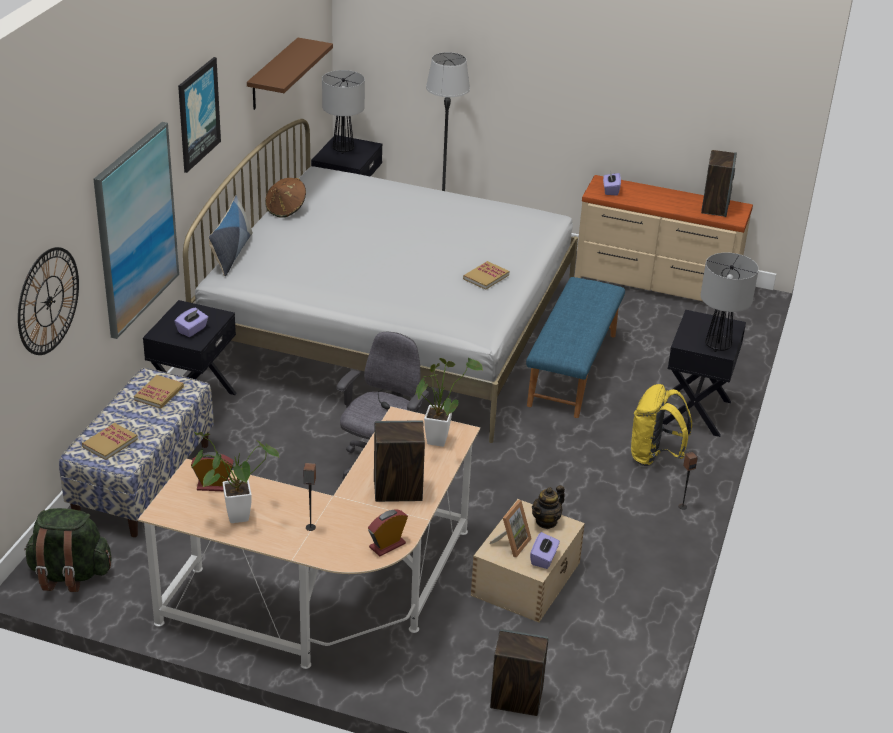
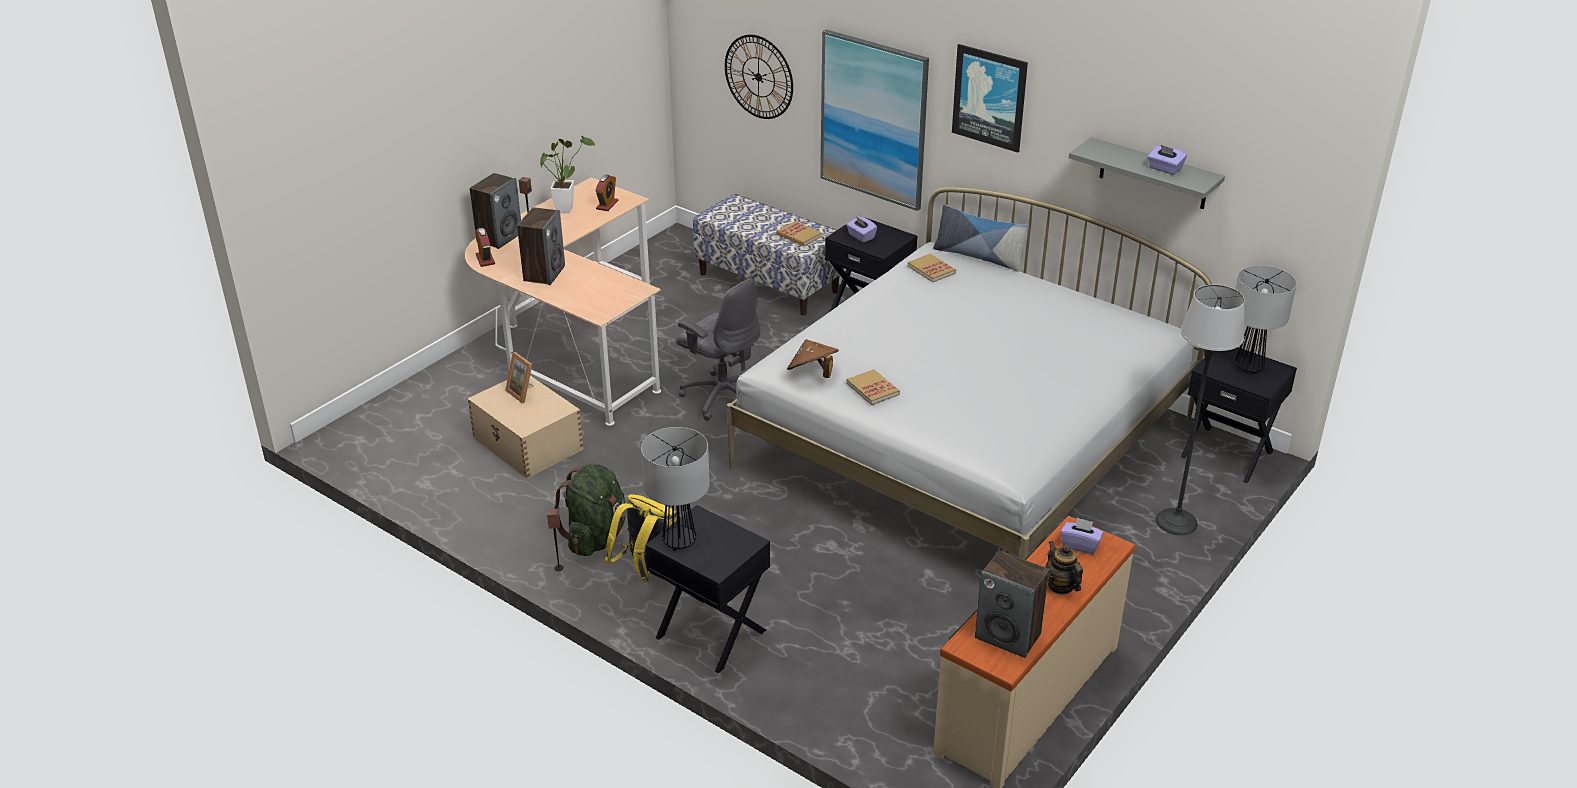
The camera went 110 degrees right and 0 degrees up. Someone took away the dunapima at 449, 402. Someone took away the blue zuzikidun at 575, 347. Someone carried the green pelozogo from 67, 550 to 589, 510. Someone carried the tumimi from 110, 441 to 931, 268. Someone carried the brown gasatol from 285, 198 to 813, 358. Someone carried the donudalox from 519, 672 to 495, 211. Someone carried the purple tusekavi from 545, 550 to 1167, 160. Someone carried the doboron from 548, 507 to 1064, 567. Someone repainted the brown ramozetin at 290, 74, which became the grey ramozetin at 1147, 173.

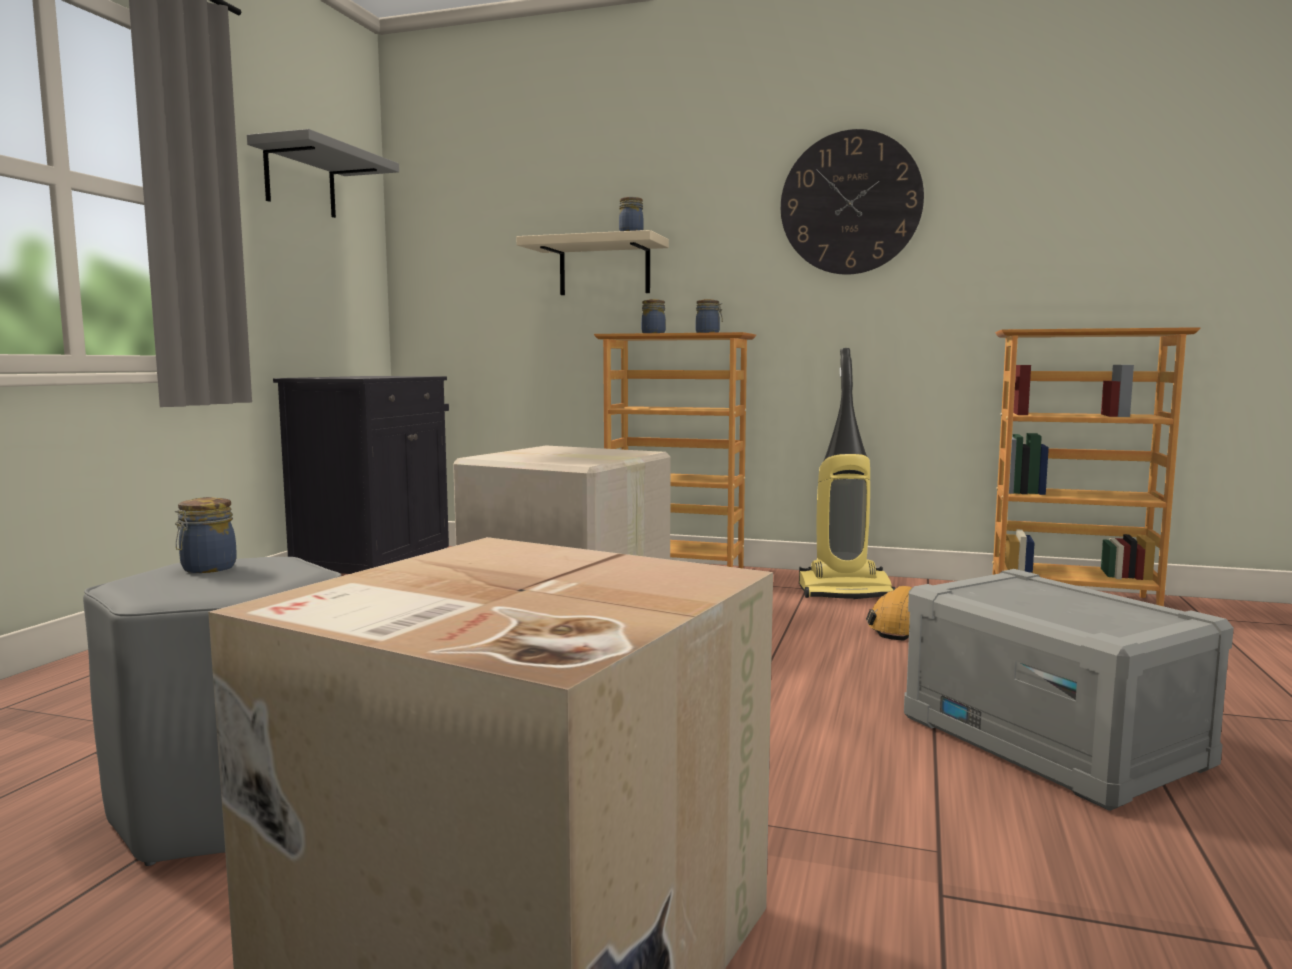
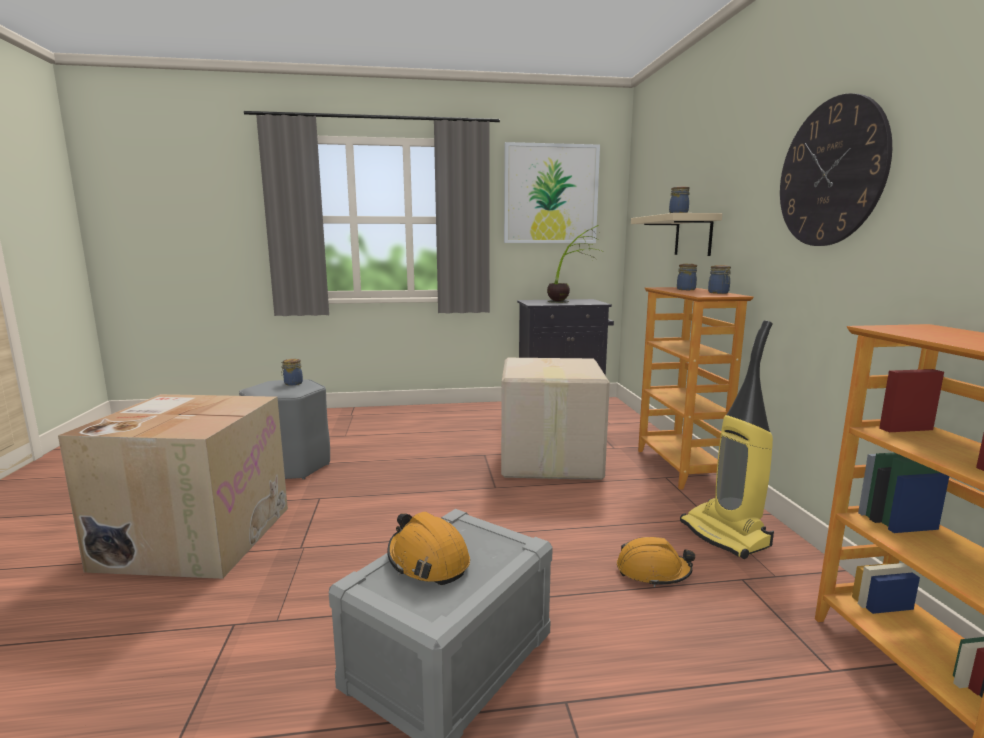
The camera went 65 degrees right and 5 degrees up. Someone put down the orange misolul at 428, 548. Someone put down the dunapima at 575, 264. Someone swapped the grey ramozetin at 323, 173 for the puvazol at 552, 192.

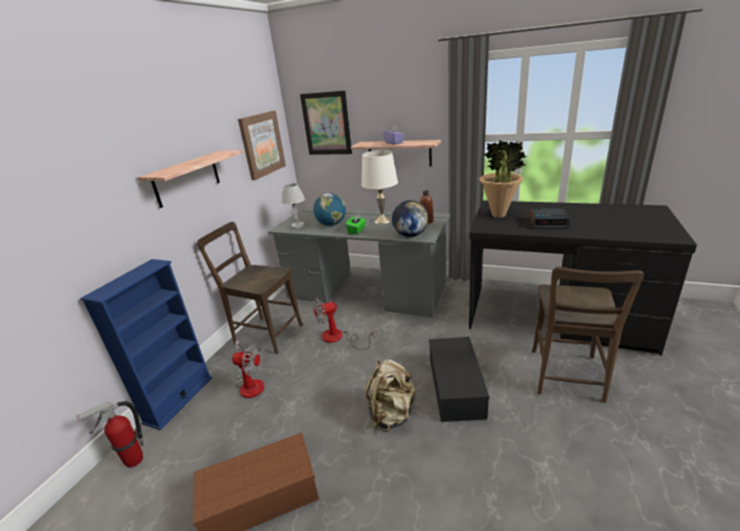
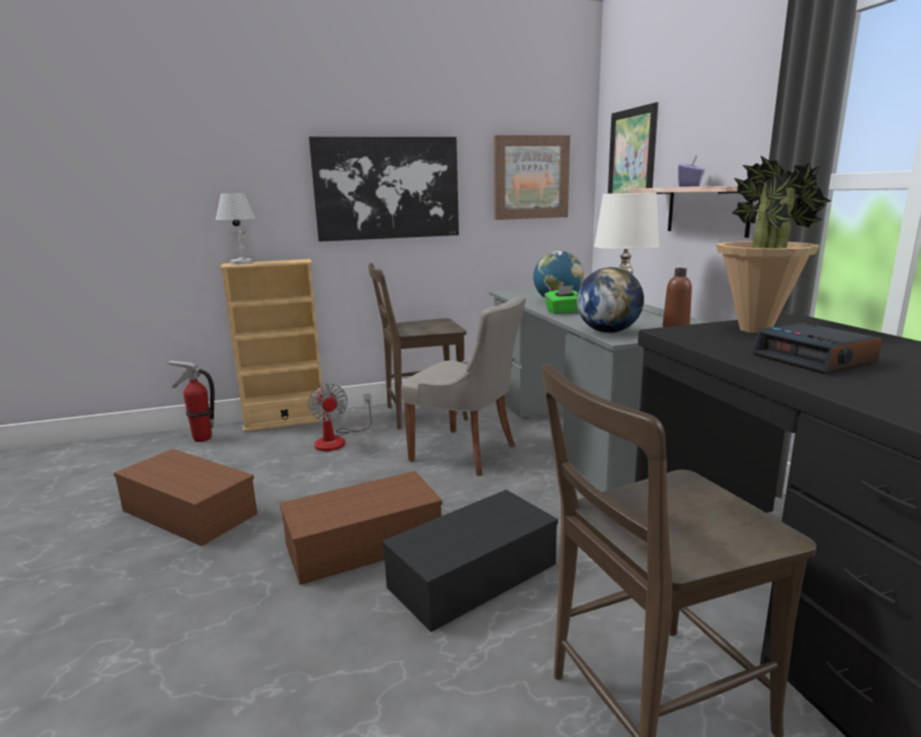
The camera went 50 degrees right and 10 degrees down. Someone carried the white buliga from 293, 206 to 235, 229. Someone swapped the ramozetin at 190, 179 for the puvazol at 384, 189. Someone swapped the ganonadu at 343, 324 for the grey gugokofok at 463, 386. Someone swapped the beige pelozogo at 391, 395 for the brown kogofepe at 361, 528. Someone repainted the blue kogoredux at 146, 344, which became the beige kogoredux at 271, 345. Someone rotated the brown gugokofok at 250, 288 by 90 degrees counterclockwise.

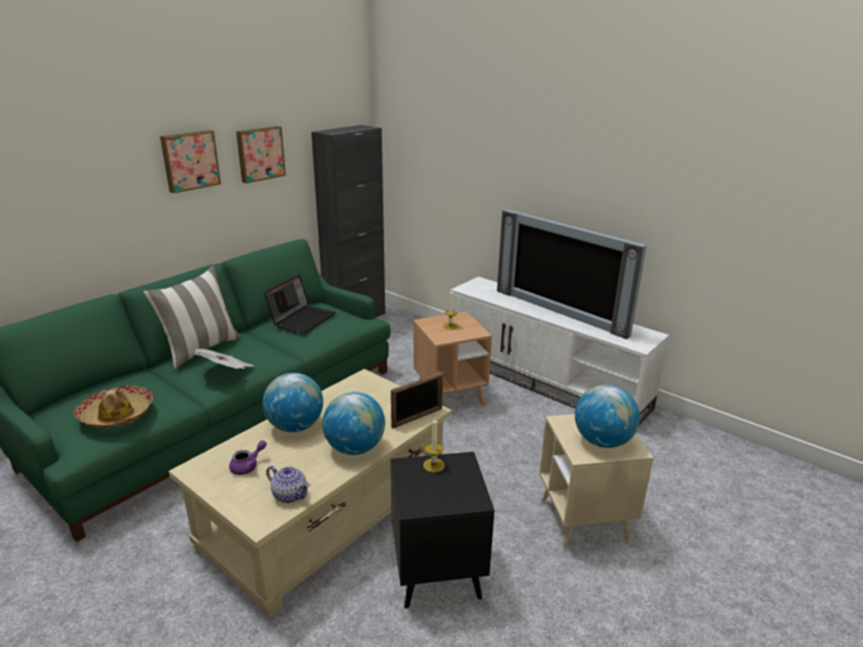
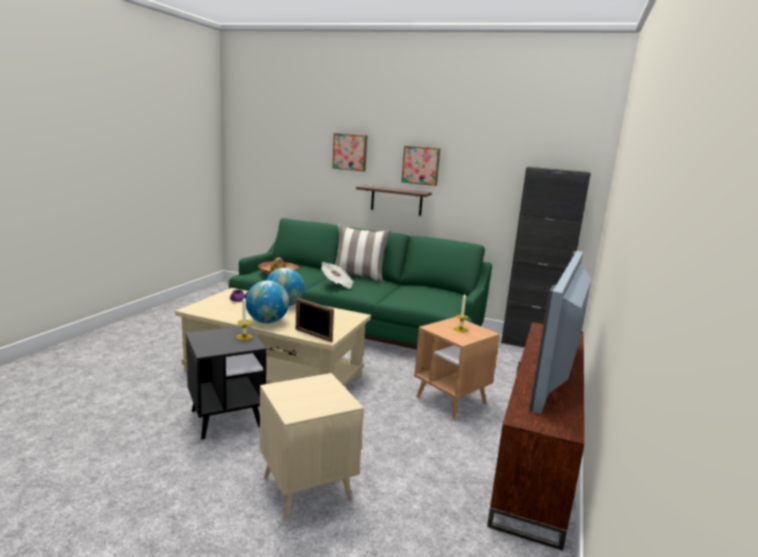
The camera went 70 degrees right and 10 degrees down. Someone took away the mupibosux at 300, 304. Someone took away the doboron at 288, 484. Someone took away the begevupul at 607, 416. Someone put up the ramozetin at 394, 200. Someone carried the puvazol from 261, 154 to 349, 152. Someone repainted the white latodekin at 559, 351, which became the brown latodekin at 535, 436.

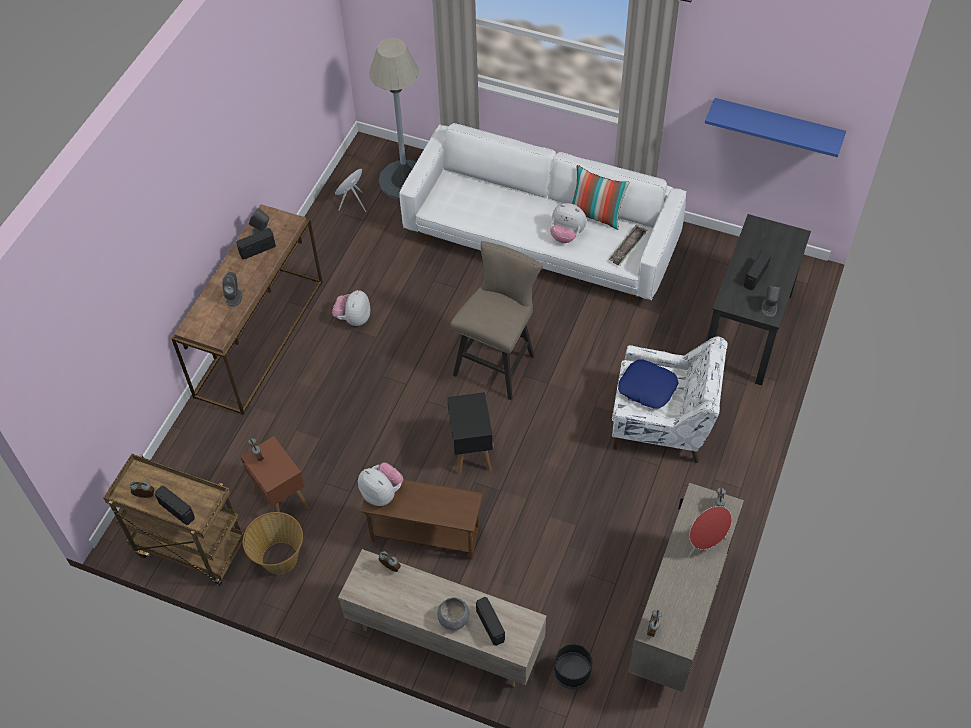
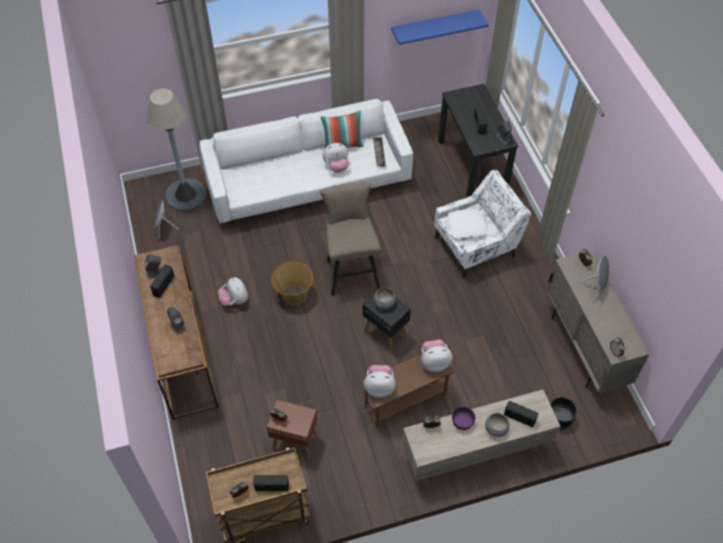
The camera went 40 degrees left and 0 degrees up. Someone put down the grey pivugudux at 385, 298. Someone put down the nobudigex at 436, 356. Someone put down the purple pivugudux at 463, 418. Someone carried the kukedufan from 273, 543 to 292, 283. Someone repainted the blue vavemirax at 648, 384, which became the white vavemirax at 467, 224. Someone repainted the red donudalox at 710, 532, which became the grey donudalox at 594, 278.

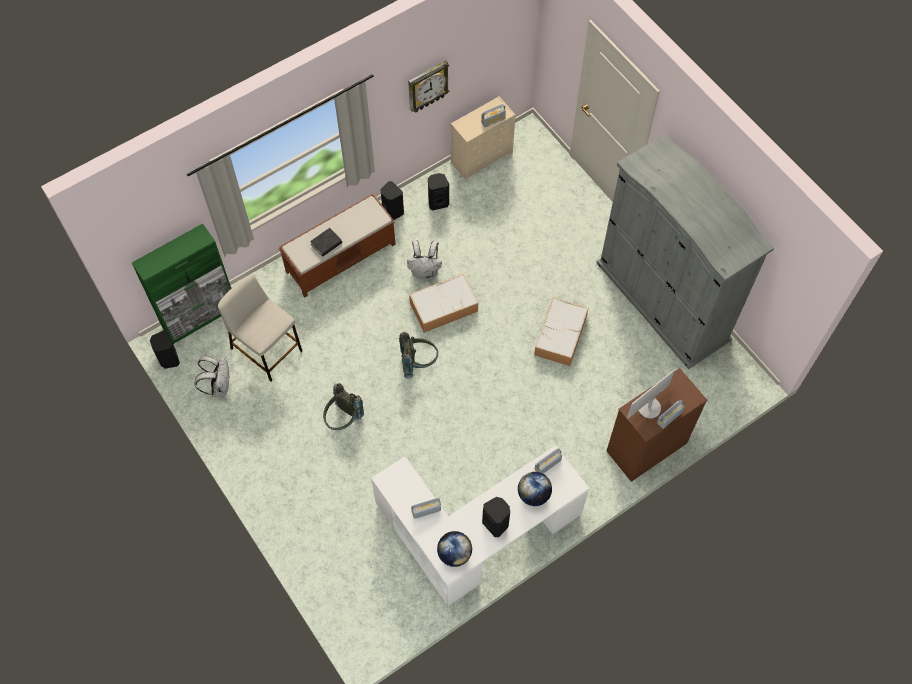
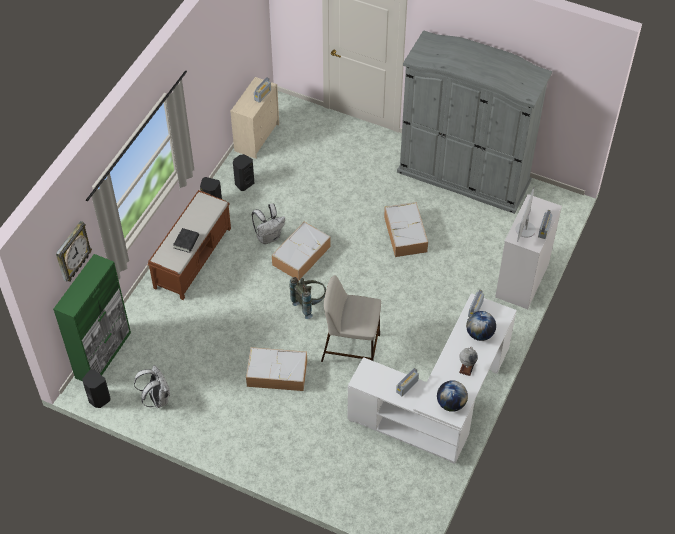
The camera went 30 degrees left and 10 degrees down. Someone carried the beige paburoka from 260, 328 to 351, 319. Someone carried the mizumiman from 428, 86 to 74, 251. Someone swapped the grey pelozogo at 343, 406 for the kogofepe at 276, 369. Someone swapped the black donudalox at 496, 517 for the begevupul at 468, 361. Someone repainted the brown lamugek at 657, 425, which became the white lamugek at 528, 251.

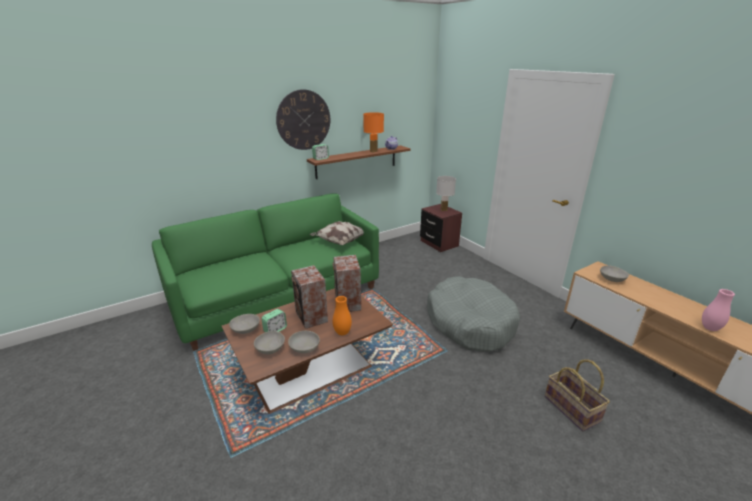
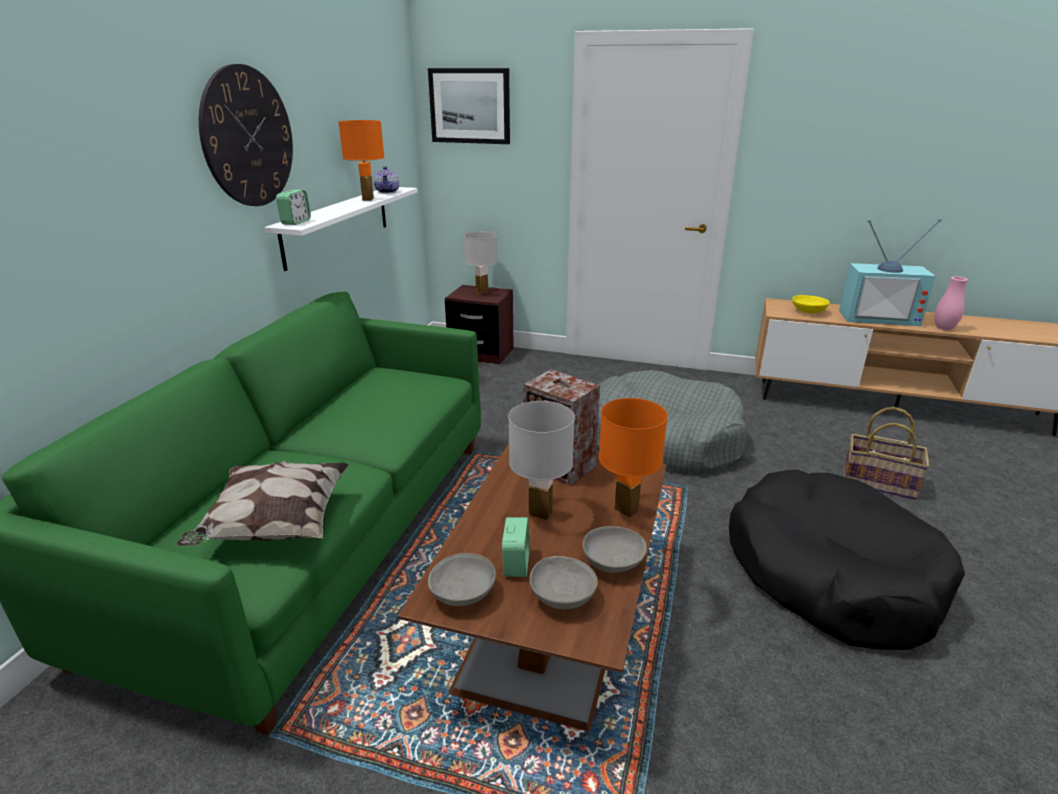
The camera went 40 degrees left and 0 degrees up. Someone put up the puvazol at 469, 106. Someone put down the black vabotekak at 847, 559. Someone put down the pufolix at 890, 272. Someone carried the vavemirax from 336, 233 to 263, 503. Someone swapped the donudalox at 309, 297 for the white buliga at 541, 460. Someone swapped the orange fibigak at 342, 315 for the orange buliga at 633, 458. Someone repainted the brown ramozetin at 359, 162, which became the white ramozetin at 341, 229. Someone repainted the grey pivugudux at 614, 273, which became the yellow pivugudux at 811, 304.

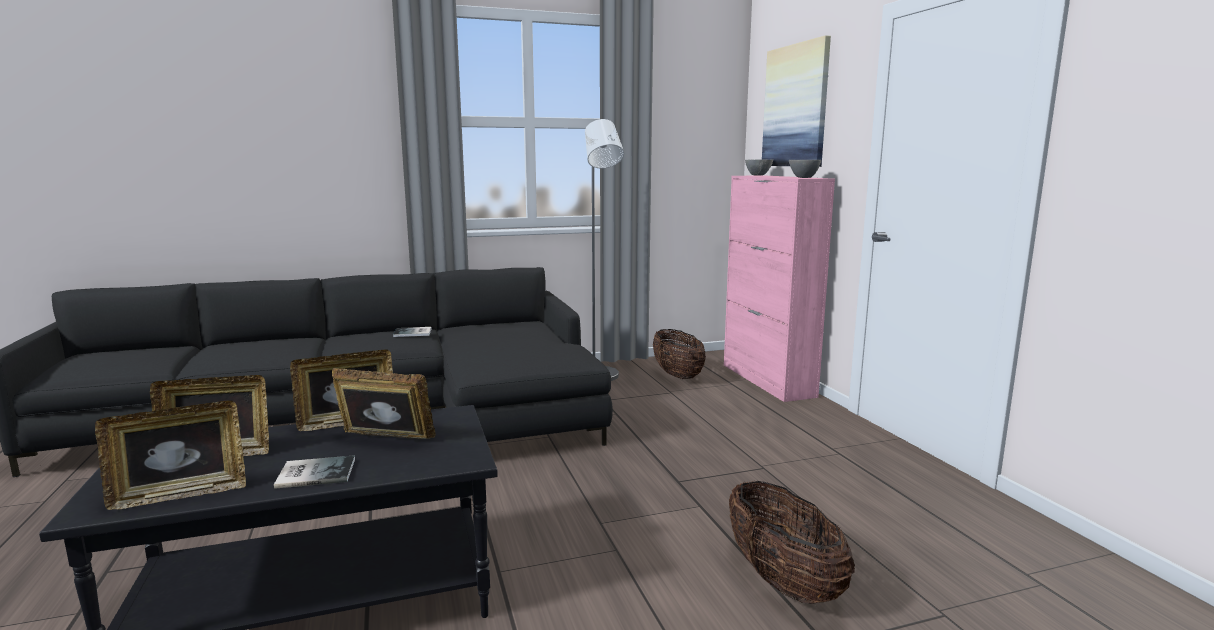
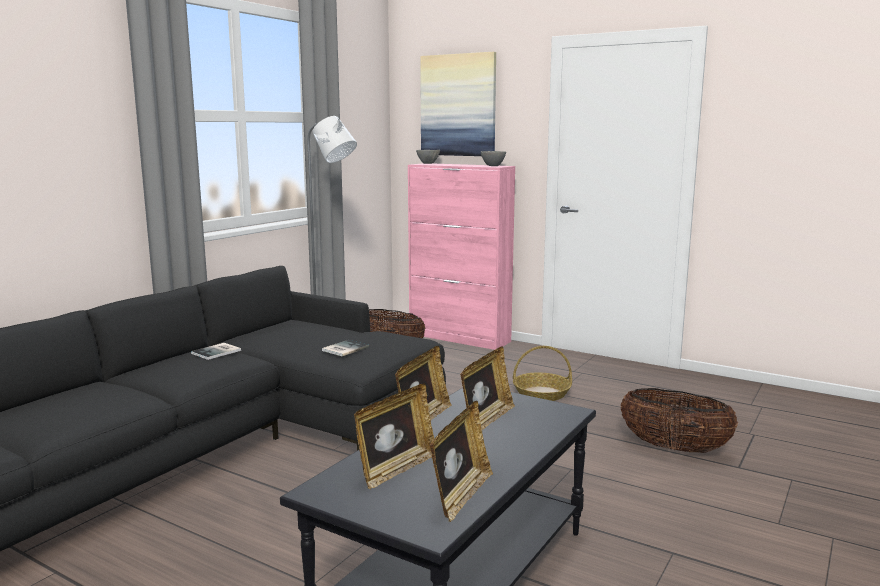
The camera went 40 degrees left and 0 degrees up. Someone put down the kukedufan at 542, 373. Someone carried the tumimi from 314, 472 to 345, 348. Someone rotated the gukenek at 383, 403 by 150 degrees clockwise.

